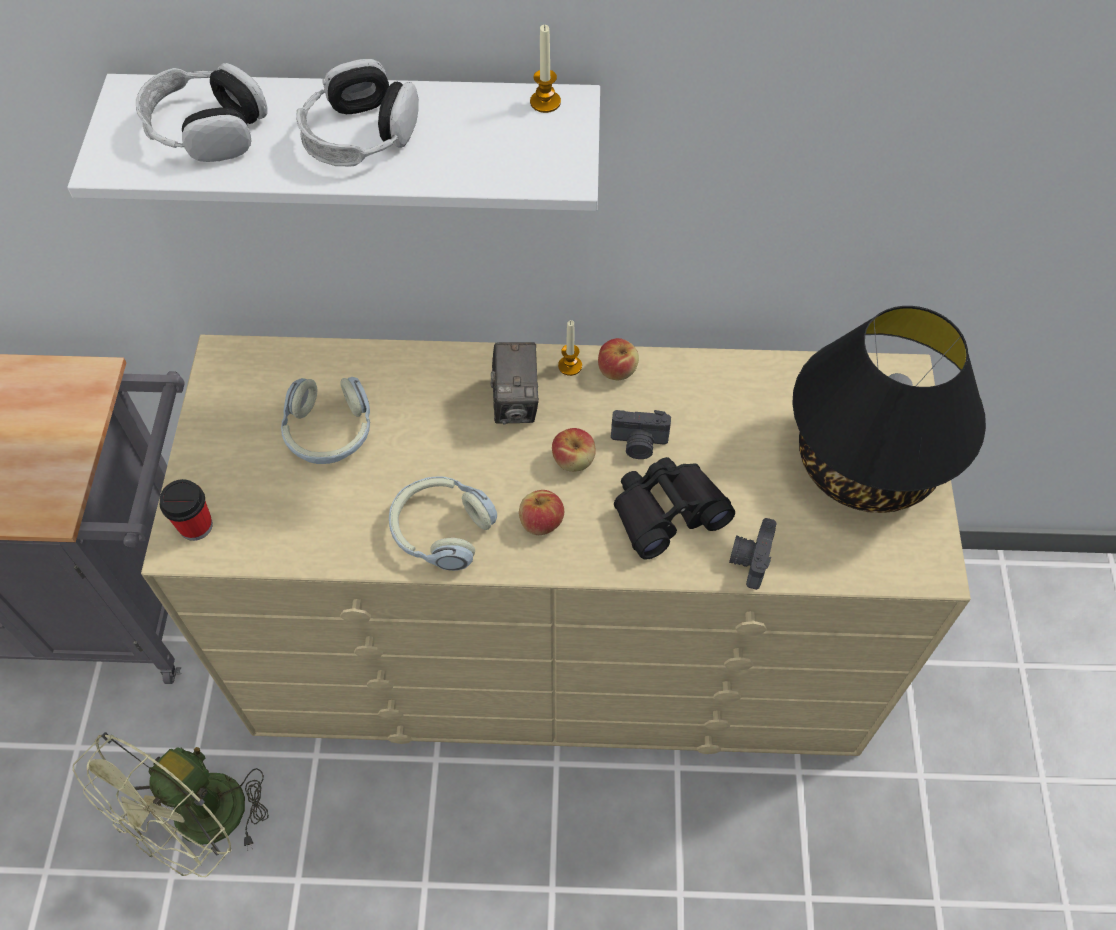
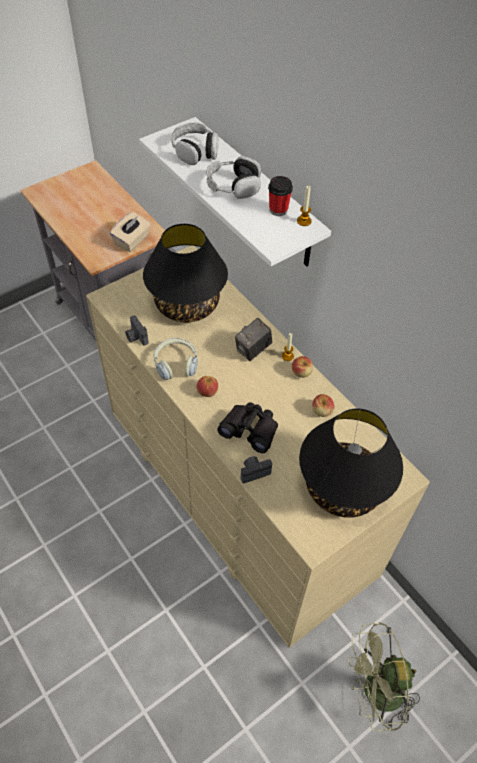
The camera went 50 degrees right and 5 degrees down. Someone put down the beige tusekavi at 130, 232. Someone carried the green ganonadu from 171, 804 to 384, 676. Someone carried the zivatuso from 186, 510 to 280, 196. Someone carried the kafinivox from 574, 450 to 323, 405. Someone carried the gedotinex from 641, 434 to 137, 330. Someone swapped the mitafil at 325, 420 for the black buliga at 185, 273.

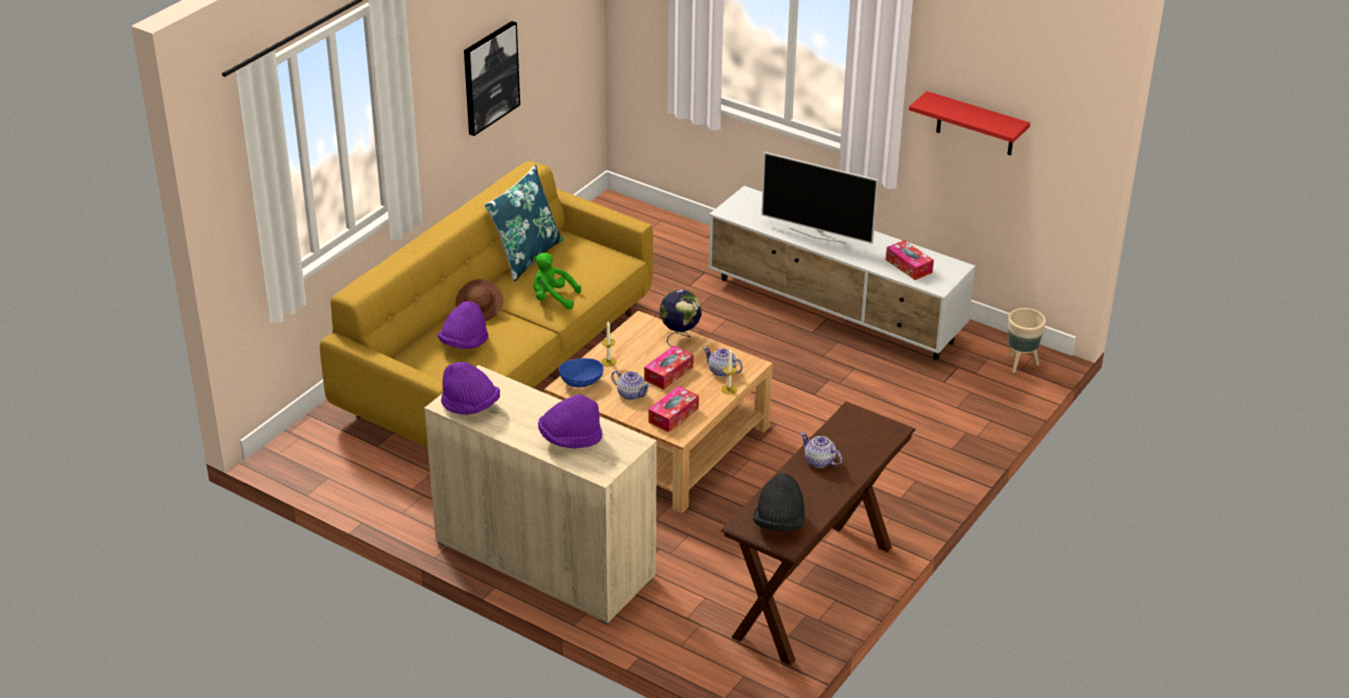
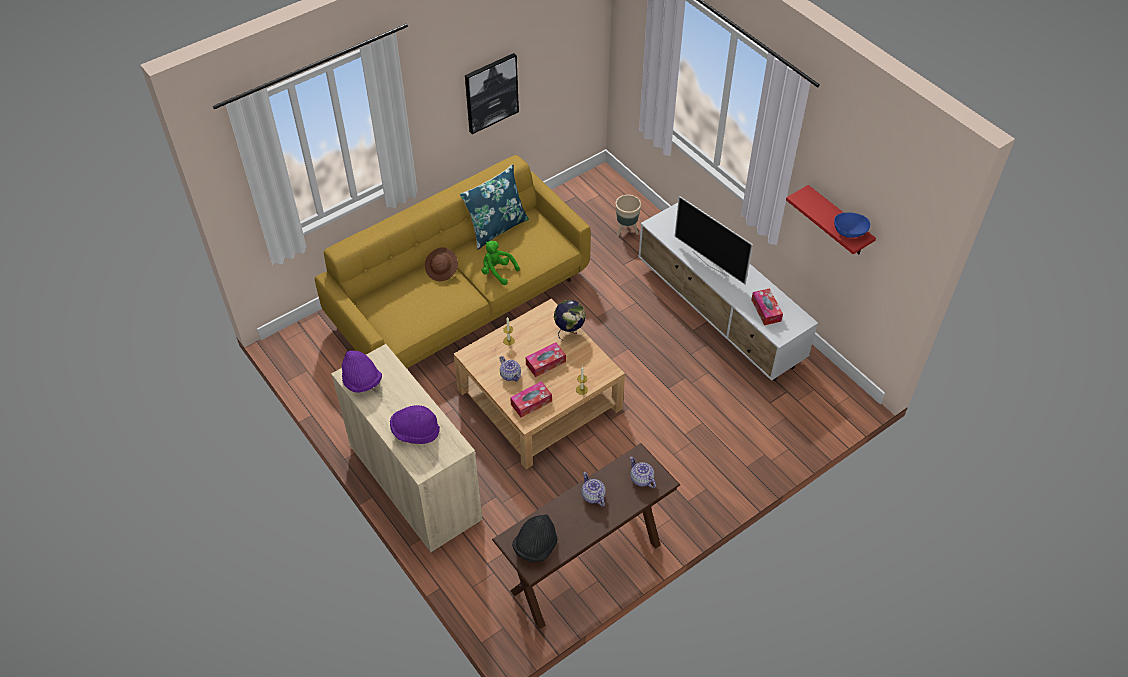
The camera went 20 degrees right and 15 degrees up. Someone took away the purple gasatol at 462, 325. Someone carried the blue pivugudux from 581, 372 to 852, 225. Someone carried the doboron from 723, 362 to 643, 472. Someone carried the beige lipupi from 1027, 340 to 628, 216.

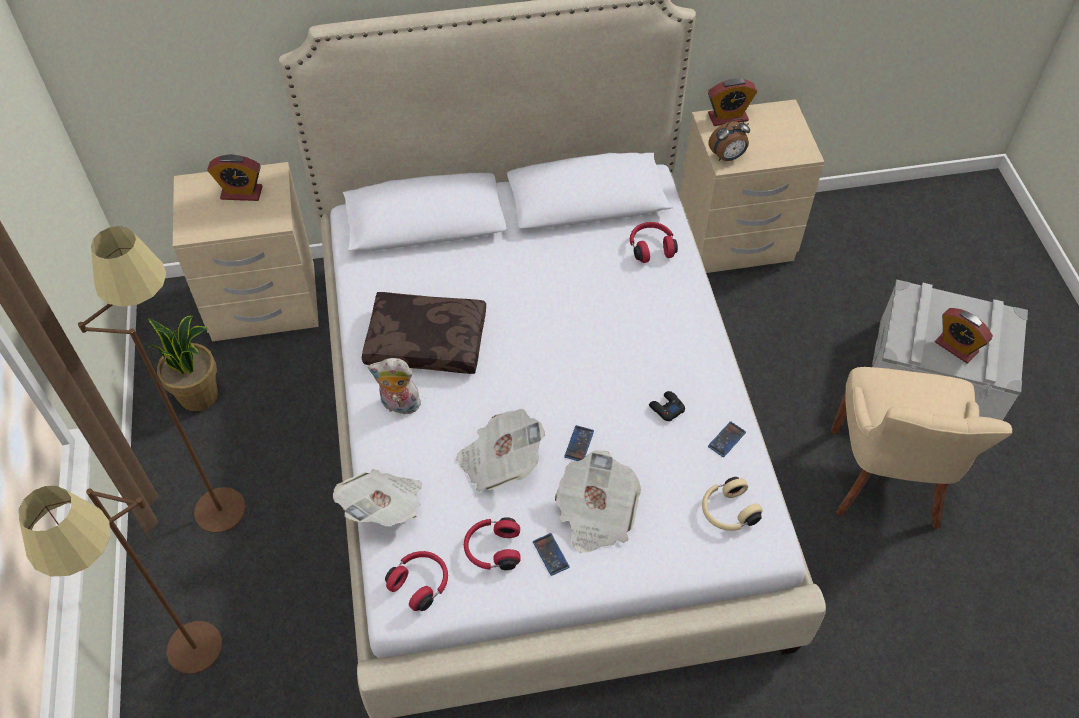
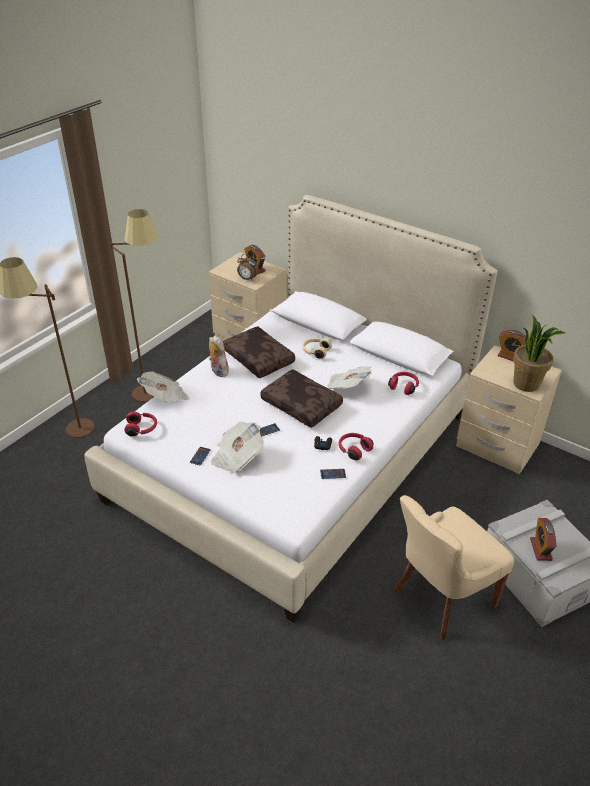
The camera went 45 degrees right and 15 degrees down. Someone put down the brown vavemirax at 301, 398. Someone carried the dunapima from 182, 363 to 539, 353. Someone carried the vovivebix from 500, 450 to 349, 377. Someone carried the red mitafil from 492, 543 to 356, 446. Someone carried the beige mitafil from 732, 504 to 317, 348. Someone carried the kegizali from 729, 139 to 248, 267.

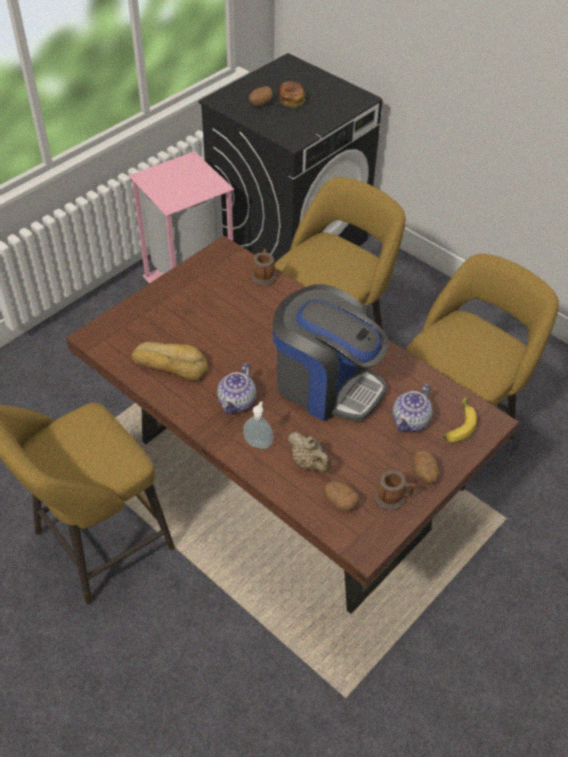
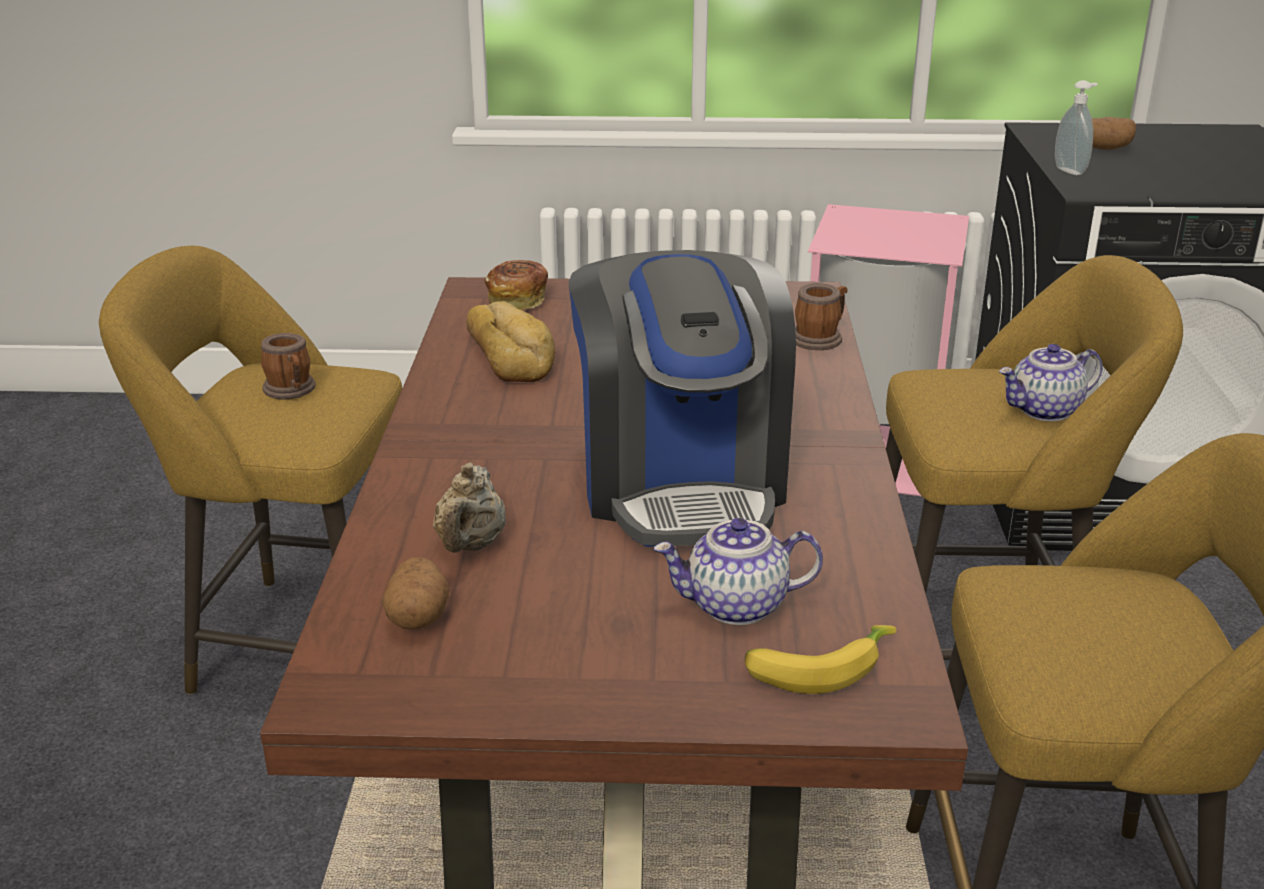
The camera went 50 degrees right and 20 degrees down. Someone took away the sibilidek at 426, 467. Someone carried the doboron from 236, 388 to 1050, 382. Someone carried the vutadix from 258, 425 to 1076, 127. Someone carried the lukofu from 292, 94 to 516, 285. Someone carried the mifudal from 395, 490 to 288, 366.

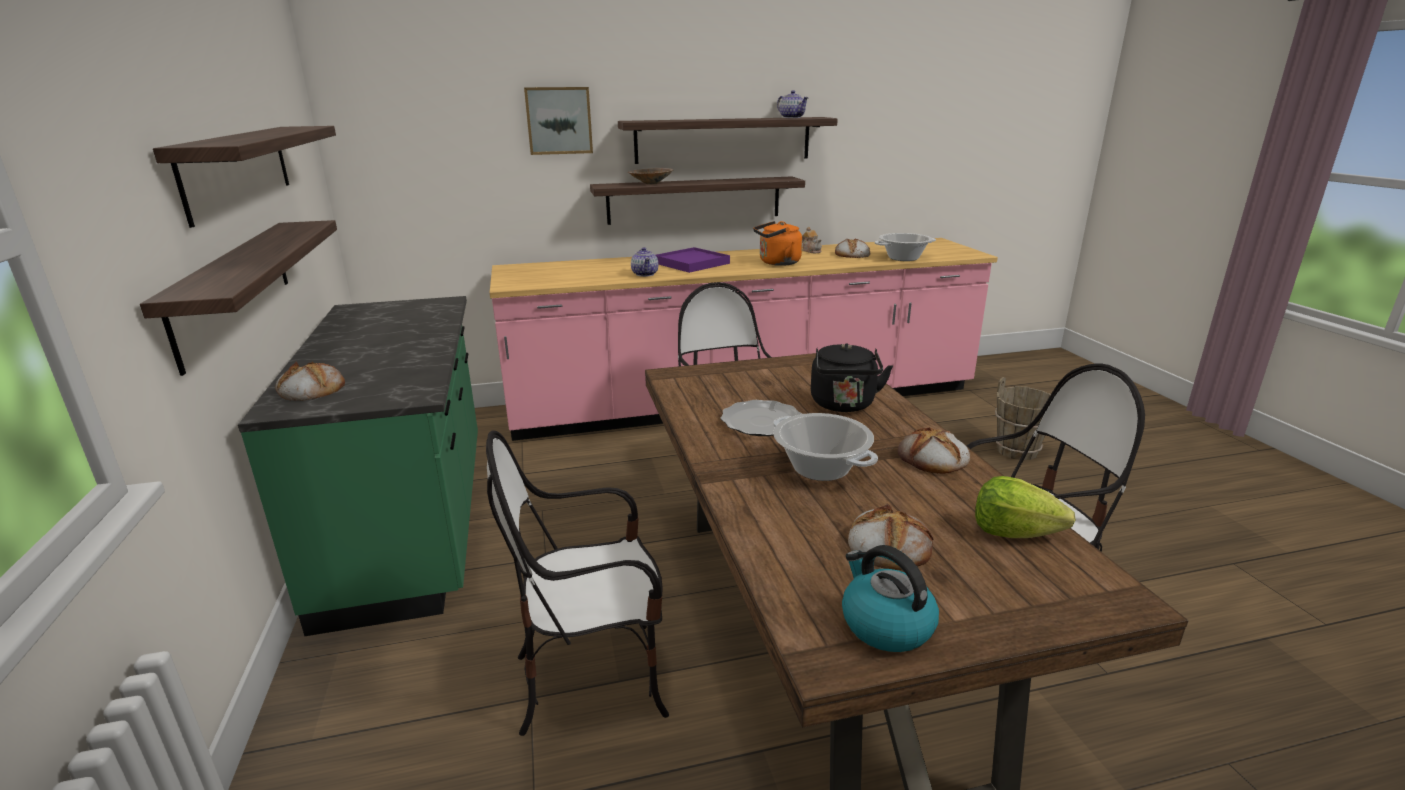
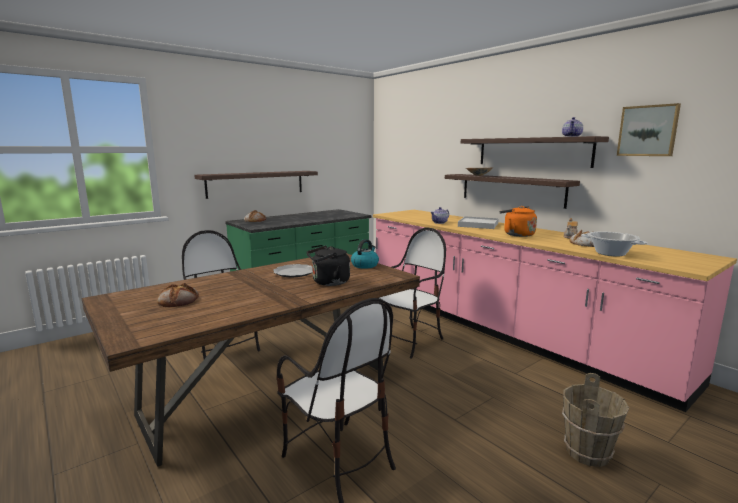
The camera went 65 degrees right and 10 degrees down. Someone took away the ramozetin at 244, 177. Someone took away the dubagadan at 825, 447. Someone took away the lukofu at 934, 450. Someone took away the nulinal at 1025, 507. Someone carried the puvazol from 558, 121 to 649, 129. Someone carried the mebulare from 890, 598 to 365, 254. Someone repainted the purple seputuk at 693, 260, which became the white seputuk at 478, 222.

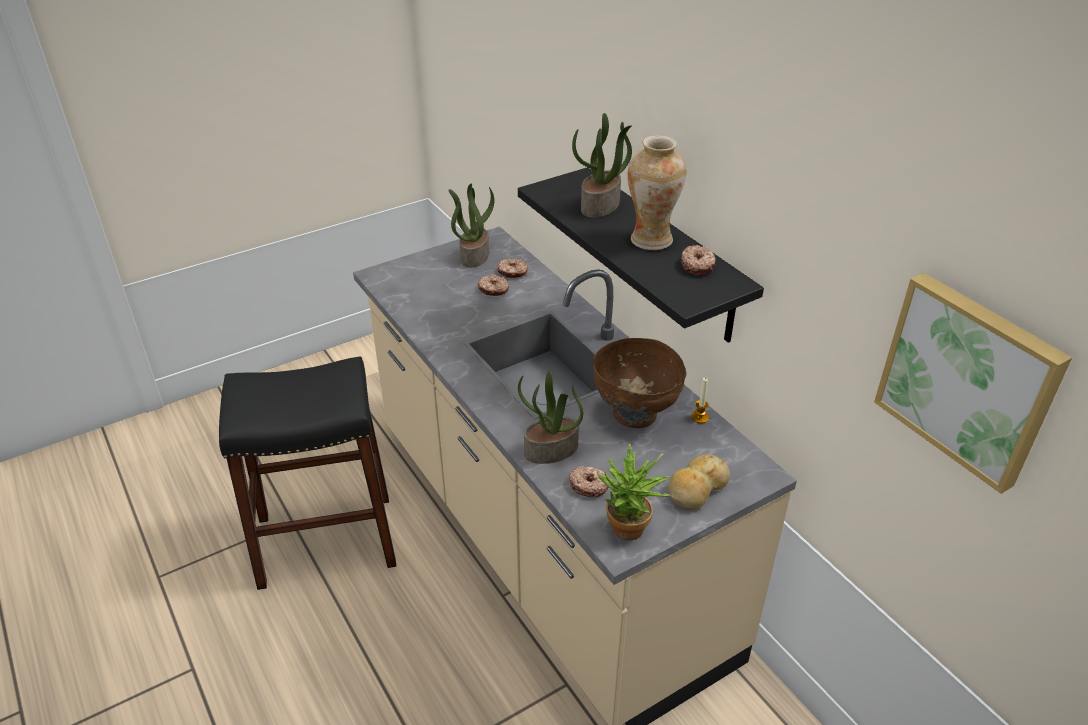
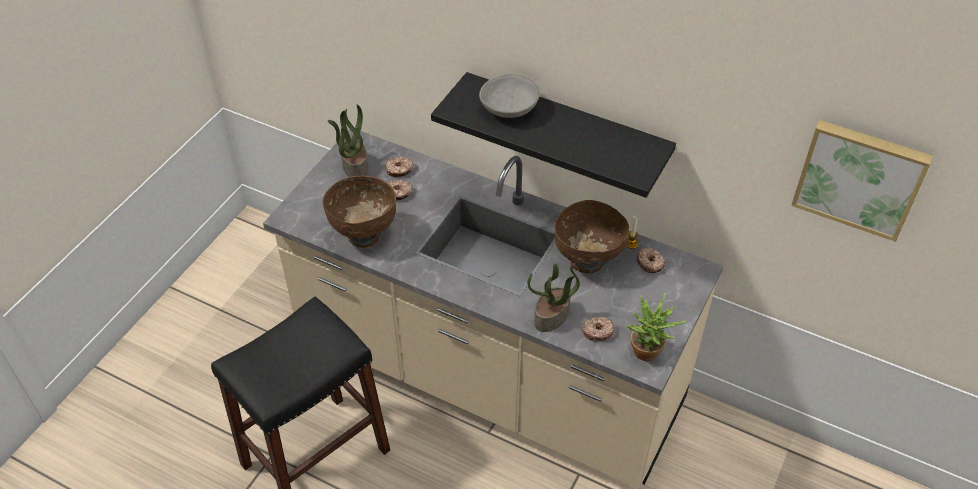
The camera went 30 degrees left and 10 degrees up. Someone took away the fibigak at 657, 193. Someone took away the lukofu at 699, 482. Someone put down the brown pivugudux at 359, 212. Someone carried the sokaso from 698, 260 to 651, 260. Someone swapped the dunapima at 602, 165 for the grey pivugudux at 509, 96.

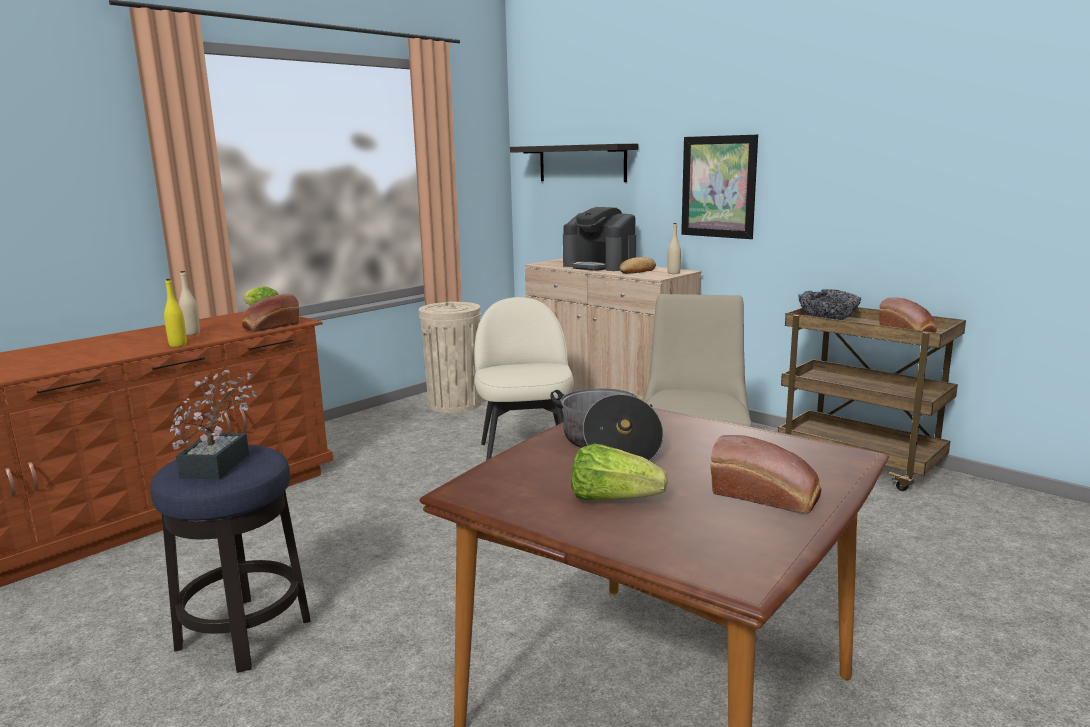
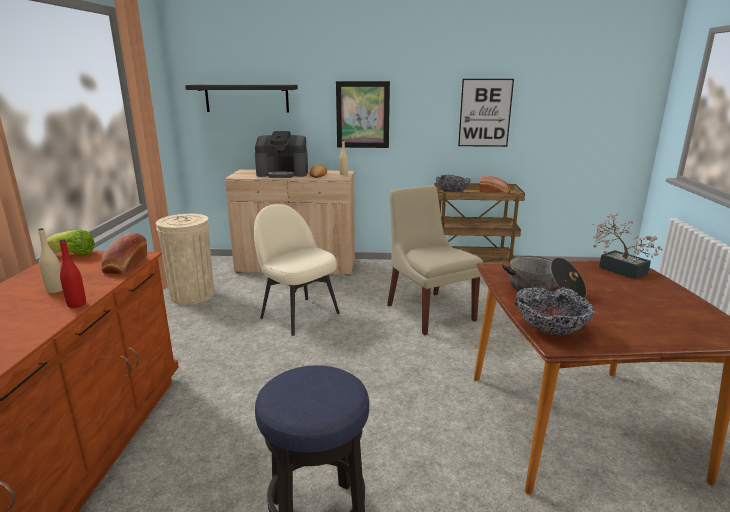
The camera went 40 degrees left and 5 degrees up. Someone took away the nulinal at 619, 472. Someone took away the lukofu at 766, 474. Someone put up the puvazol at 486, 113. Someone put down the pivugudux at 555, 311. Someone carried the dunapima from 213, 424 to 628, 246. Someone repainted the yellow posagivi at 175, 313, which became the red posagivi at 72, 273.

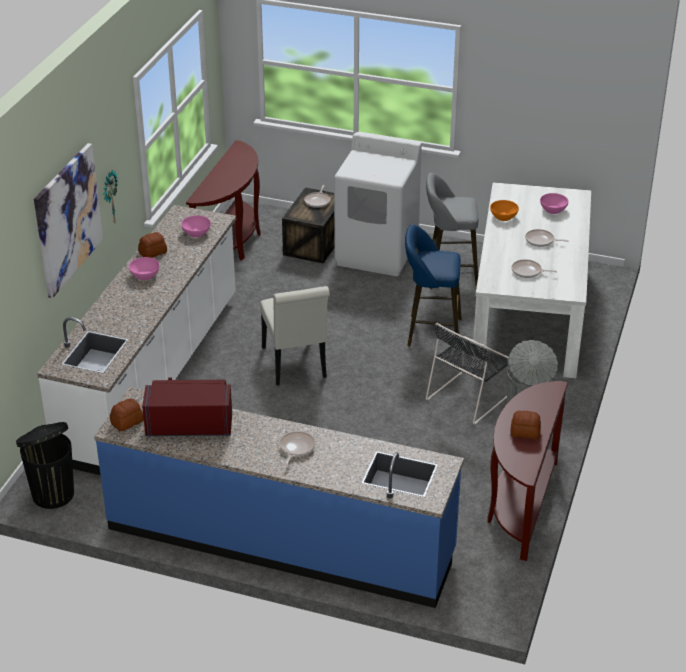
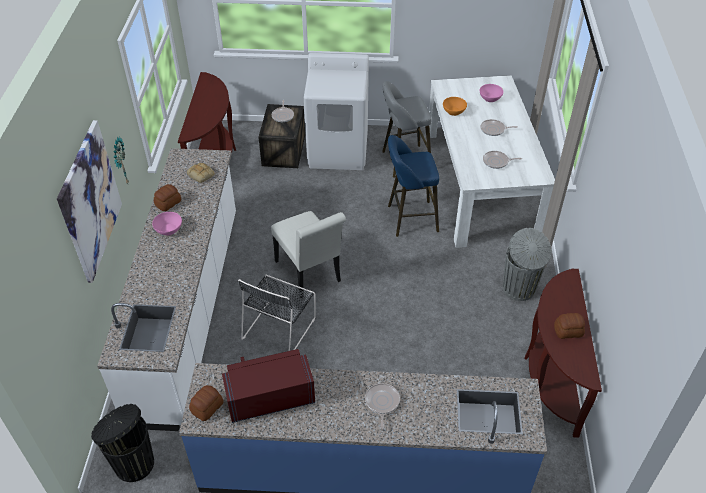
The camera went 15 degrees left and 10 degrees up. Someone carried the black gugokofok from 467, 373 to 276, 313. Someone swapped the pink pivugudux at 196, 226 for the lukofu at 201, 173.

